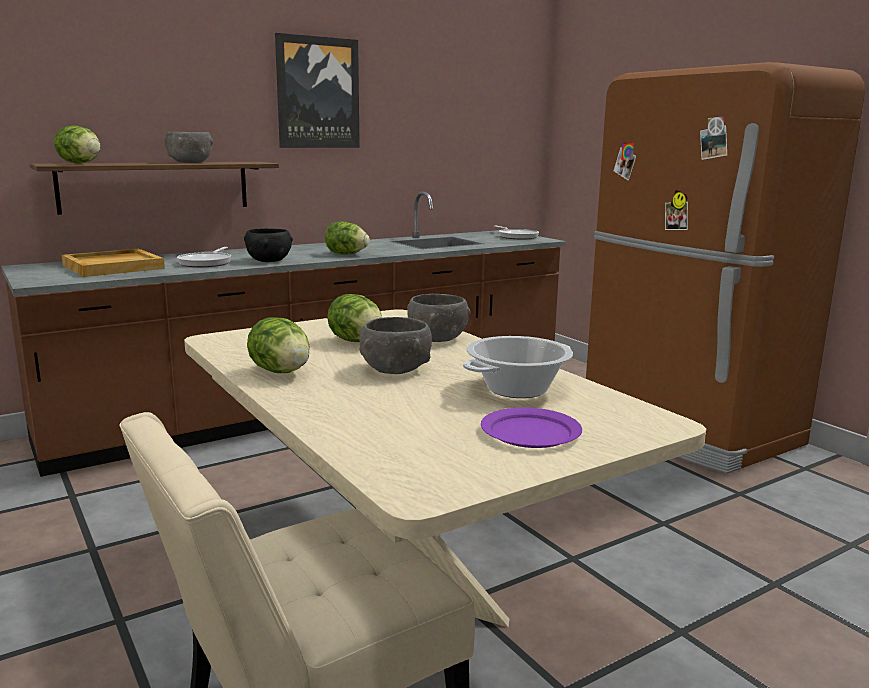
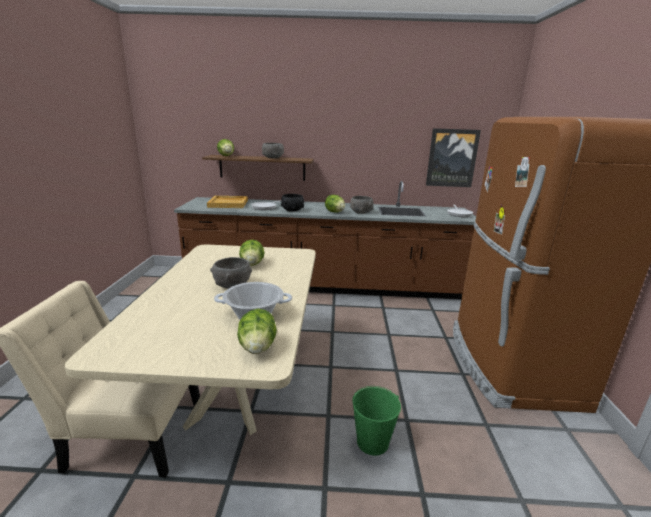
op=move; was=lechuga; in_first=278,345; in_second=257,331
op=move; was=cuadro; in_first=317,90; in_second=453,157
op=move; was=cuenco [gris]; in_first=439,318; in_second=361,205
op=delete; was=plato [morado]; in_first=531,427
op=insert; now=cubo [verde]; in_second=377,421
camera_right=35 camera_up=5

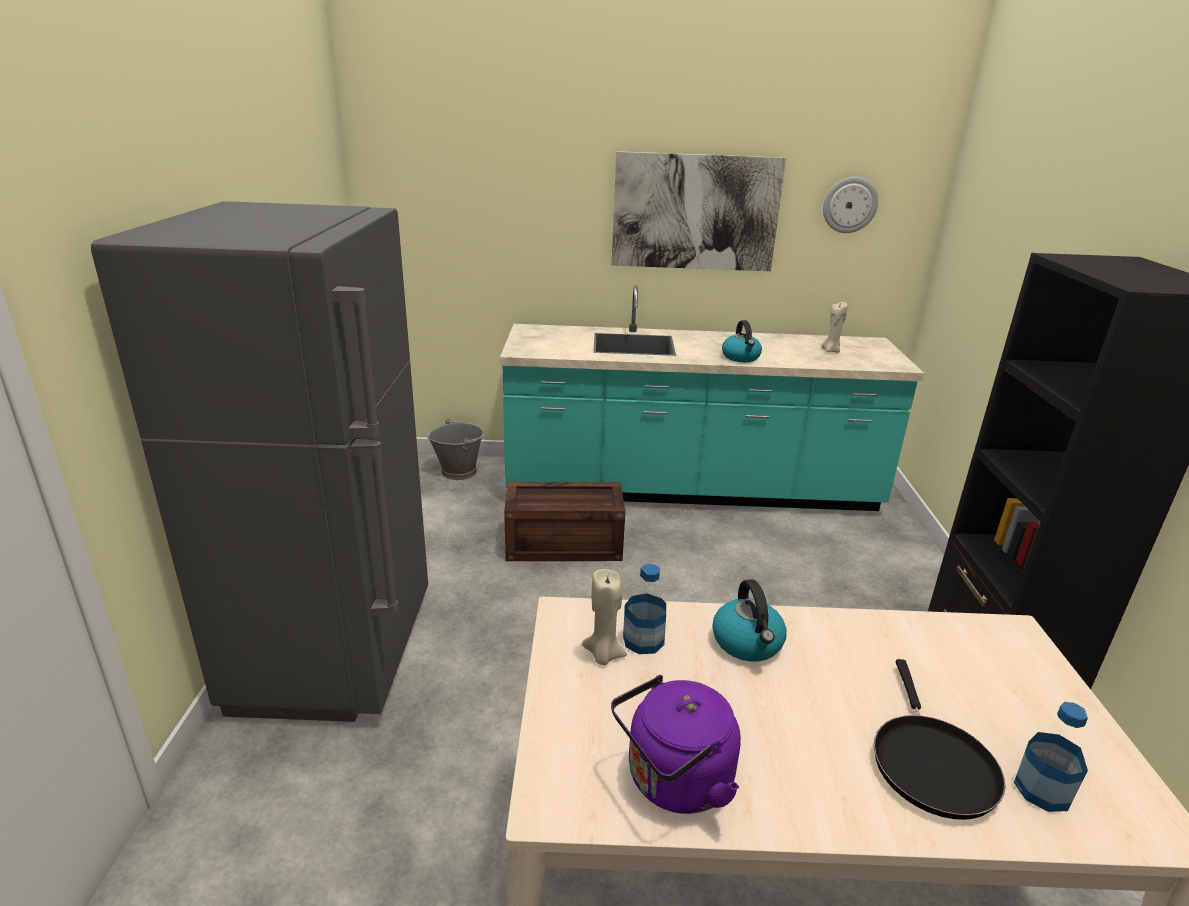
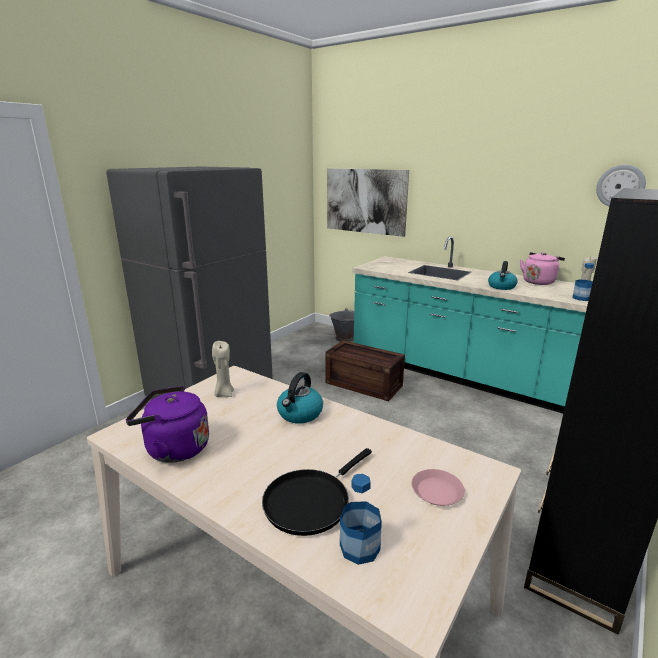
op=move; was=cuadro; in_first=699,211; in_second=368,202
op=move; was=botella; in_first=644,609; in_second=583,282
op=insert; now=plato [rosa]; in_second=438,487
op=insert; now=hervidor [rosa]; in_second=542,268
camera_right=35 camera_up=-5

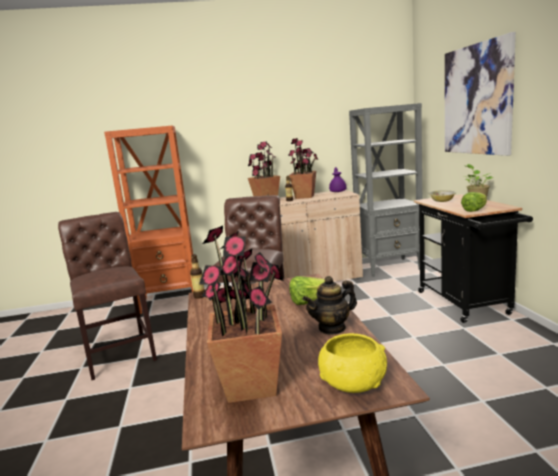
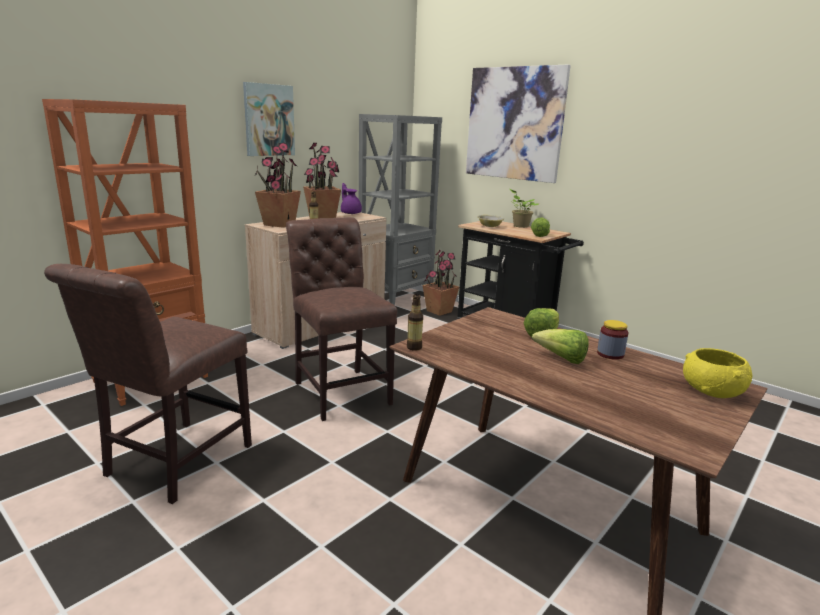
op=rotate; was=silla [marrón]; in_first=107,296; in_second=148,384; clockwise=-90
op=move; was=planta en maceta; in_first=241,314; in_second=440,283
op=replace; was=tetera; now=tarro; in_first=330,305; in_second=612,340
op=insert; now=cuadro; in_second=269,119
op=insert; now=lechuga; in_second=560,346
camera_right=-40 camera_up=5

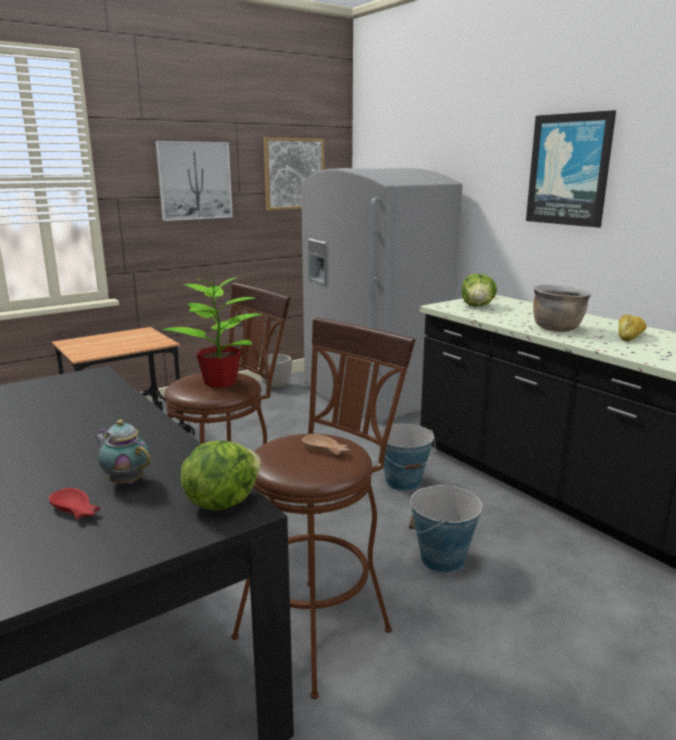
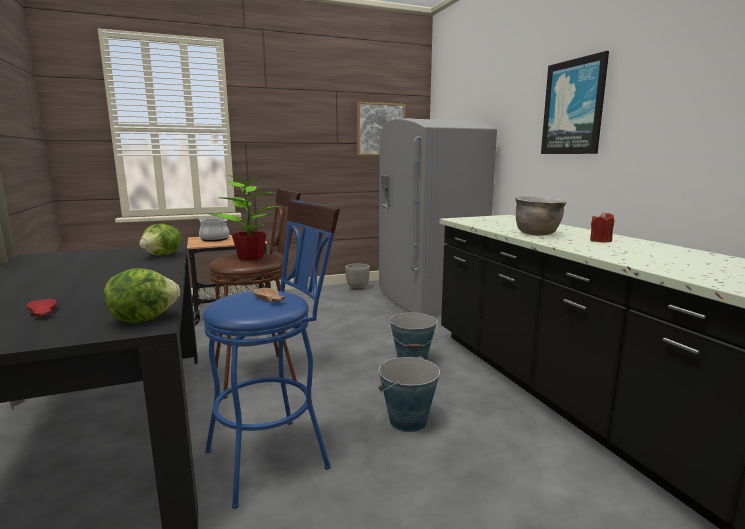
op=delete; was=tetera; in_first=122,452
op=delete; was=cuadro; in_first=194,181
op=recolor; was=taburete [marrón]; now=taburete [azul]; in_first=323,508; in_second=271,354
op=move; was=lechuga; in_first=479,290; in_second=160,240
op=replace; was=pan; now=vela [rojo]; in_first=632,328; in_second=602,227
op=insert; now=olla; in_second=213,230
camera_right=15 camera_up=-5

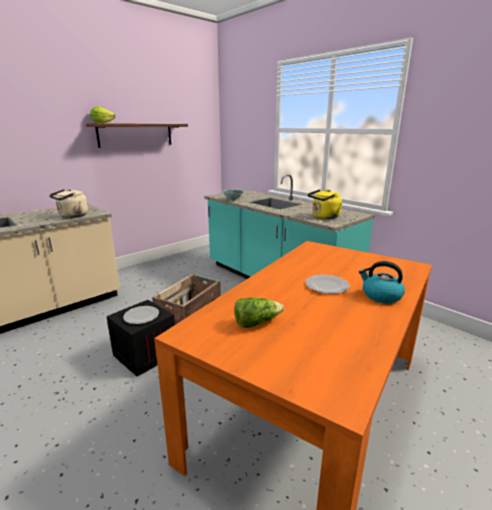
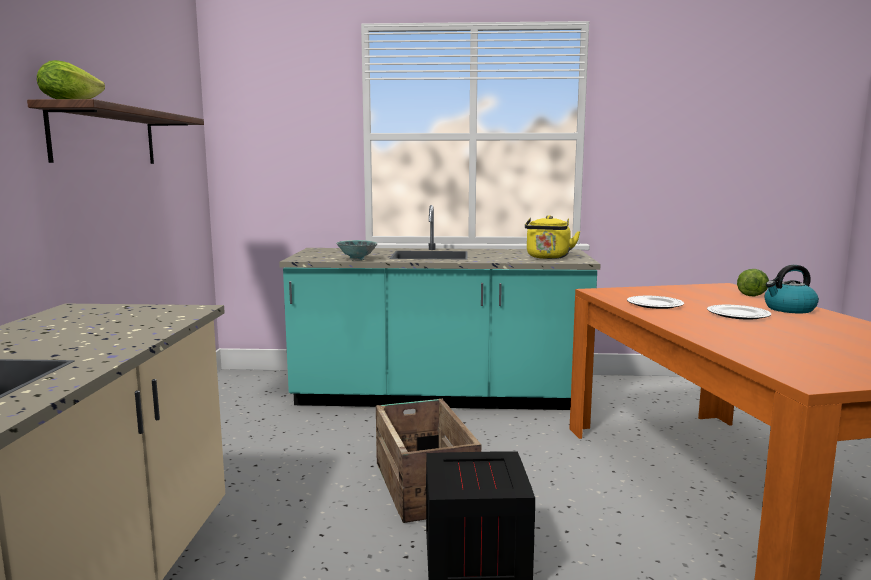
op=delete; was=hervidor [beis]; in_first=68,203
op=move; was=plato; in_first=141,315; in_second=655,302
op=move; was=lechuga; in_first=259,312; in_second=753,282
camera_right=-45 camera_up=-10

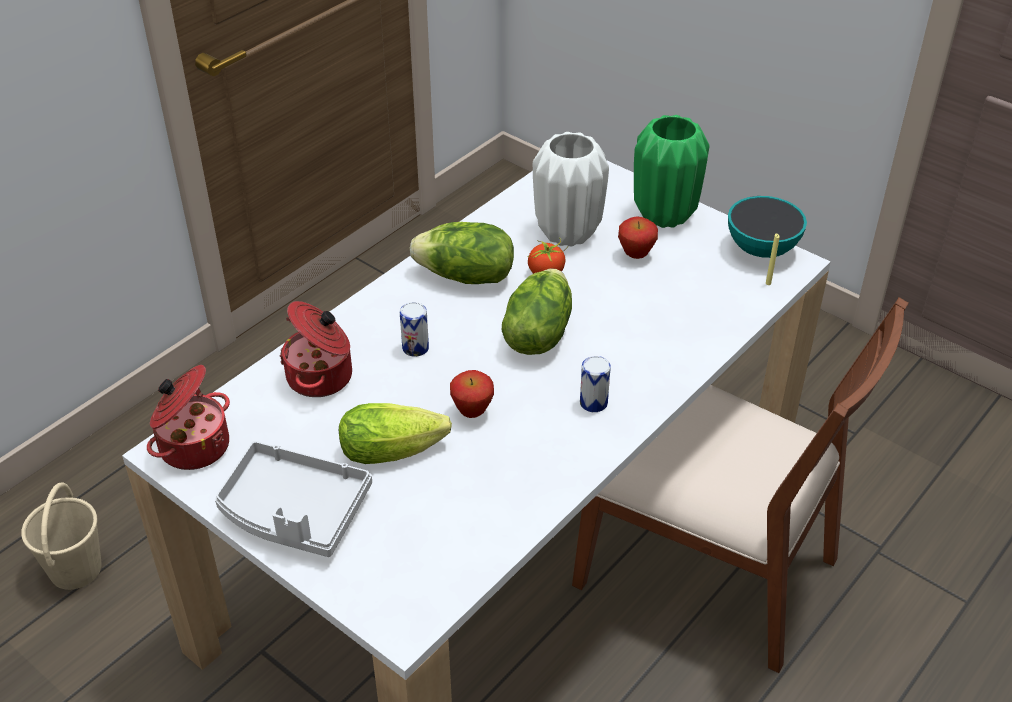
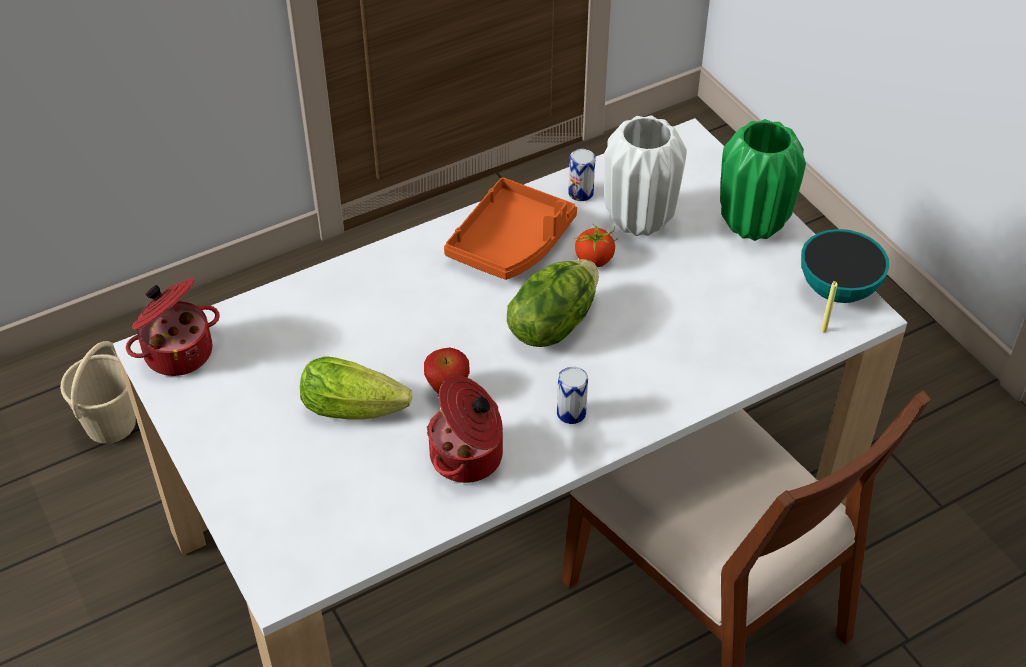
op=delete; was=bandeja [gris]; in_first=293,499
op=move; was=olla; in_first=316,349; in_second=465,429
op=move; was=lata; in_first=414,329; in_second=581,175
op=replace; was=lechuga; now=bandeja [naranja]; in_first=462,253; in_second=510,228
op=delete; was=manzana; in_first=638,237
camera_right=20 camera_up=5

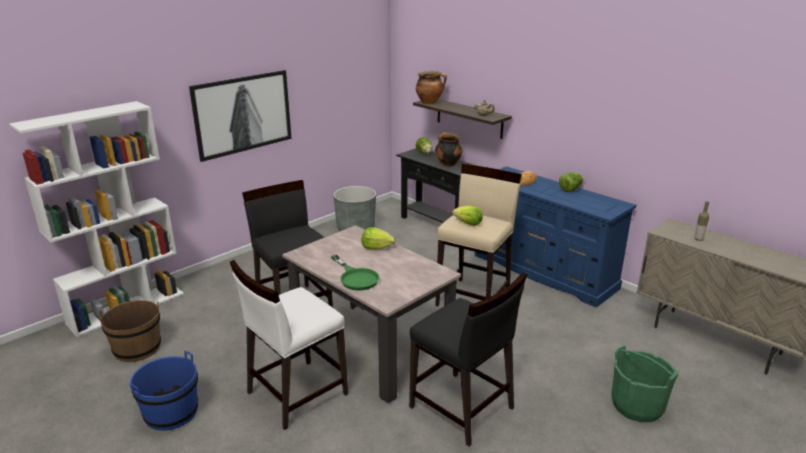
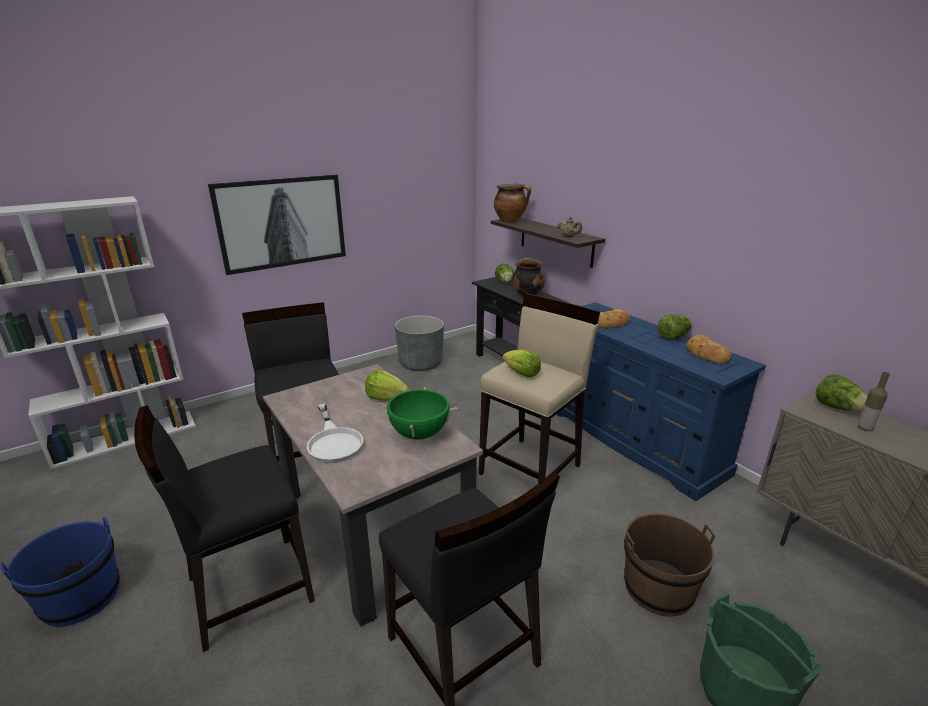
op=move; was=cubo [marrón]; in_first=129,331; in_second=669,565
op=recolor; was=silla [blanco]; now=silla [negro]; in_first=289,345; in_second=224,528
op=recolor; was=sartén [verde]; now=sartén [blanco]; in_first=355,273; in_second=335,433
op=insert; now=olla [verde]; in_second=418,413
op=insert; now=pan; in_second=709,349
op=insert; now=lechuga; in_second=841,393
camera_right=10 camera_up=0

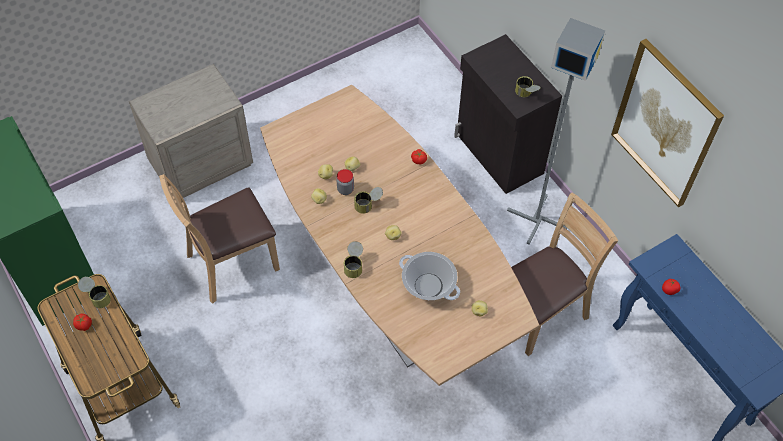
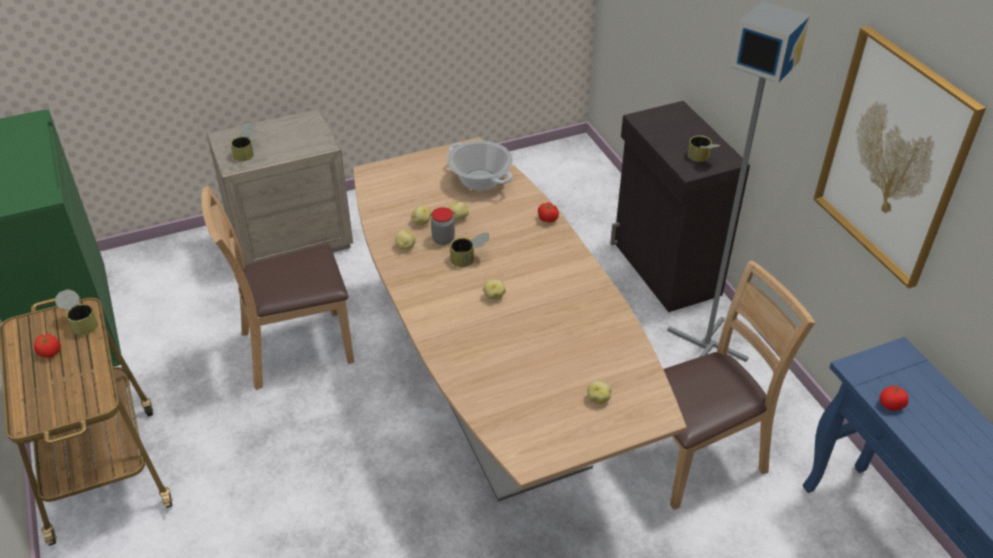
op=move; was=lata; in_first=353,259; in_second=243,141
op=move; was=olla; in_first=429,276; in_second=480,165
camera_right=10 camera_up=-15

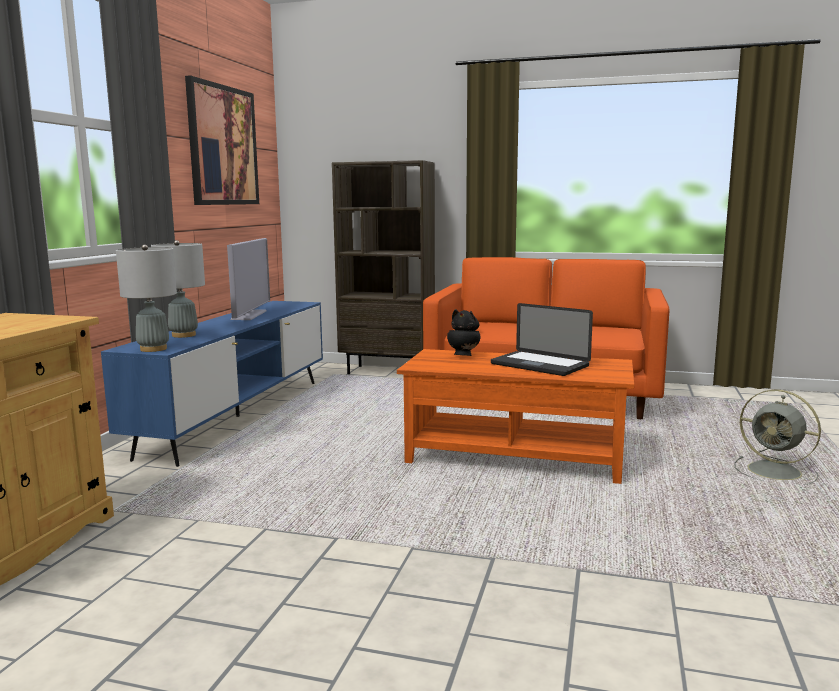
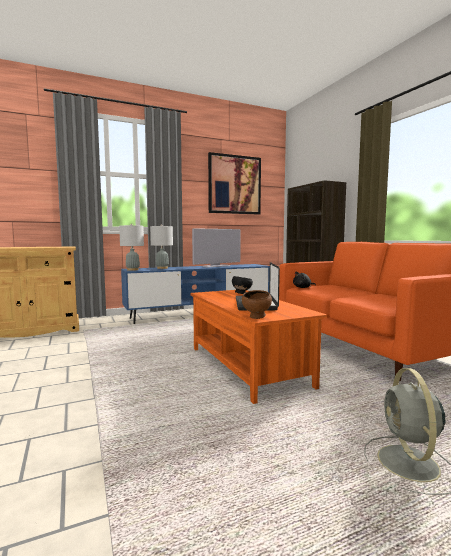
op=insert; now=cuenco [marrón]; in_second=257,304
camera_right=50 camera_up=-5

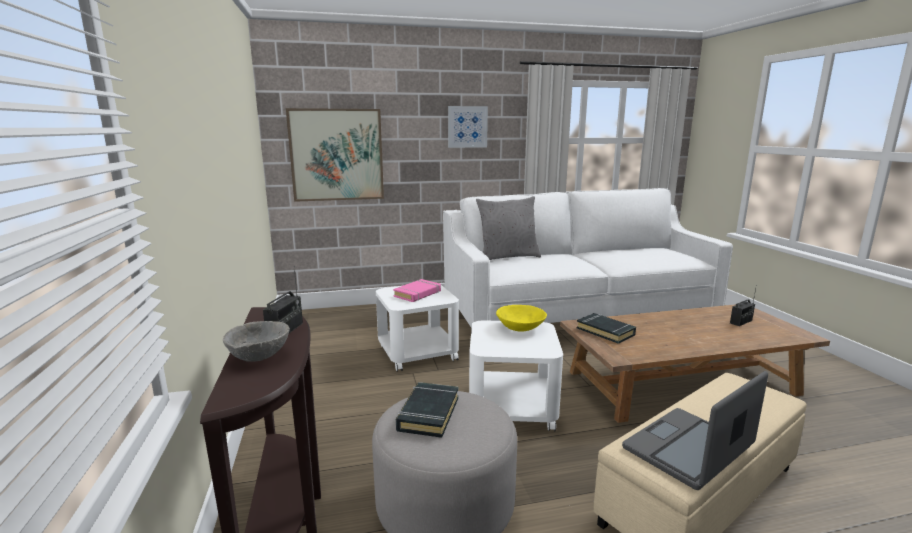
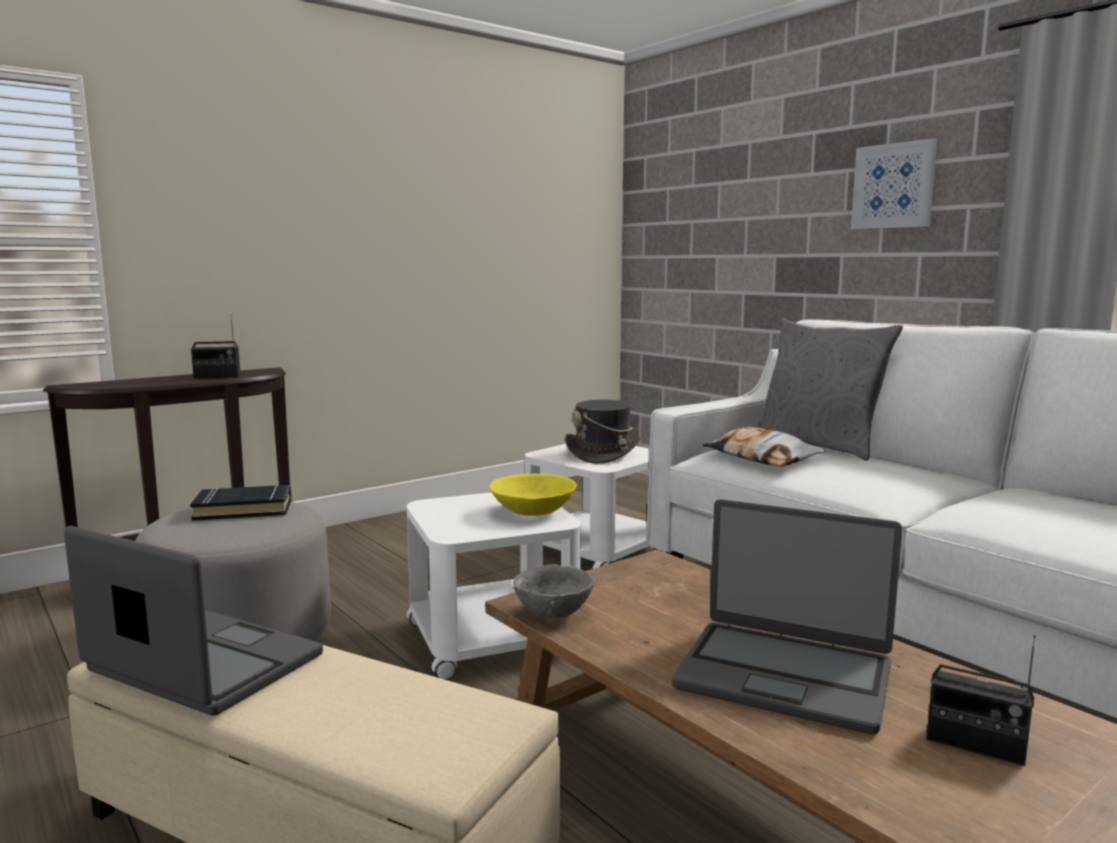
op=move; was=cuenco [gris]; in_first=256,341; in_second=554,591
op=delete; was=cuadro; in_first=335,155
op=replace; was=libro [rosa]; now=sombrero [gris]; in_first=417,290; in_second=602,432
op=delete; was=libro [negro]; in_first=606,328
op=insert; now=portátil; in_second=787,616
op=insert; now=cojín; in_second=763,446
camera_right=65 camera_up=-5

